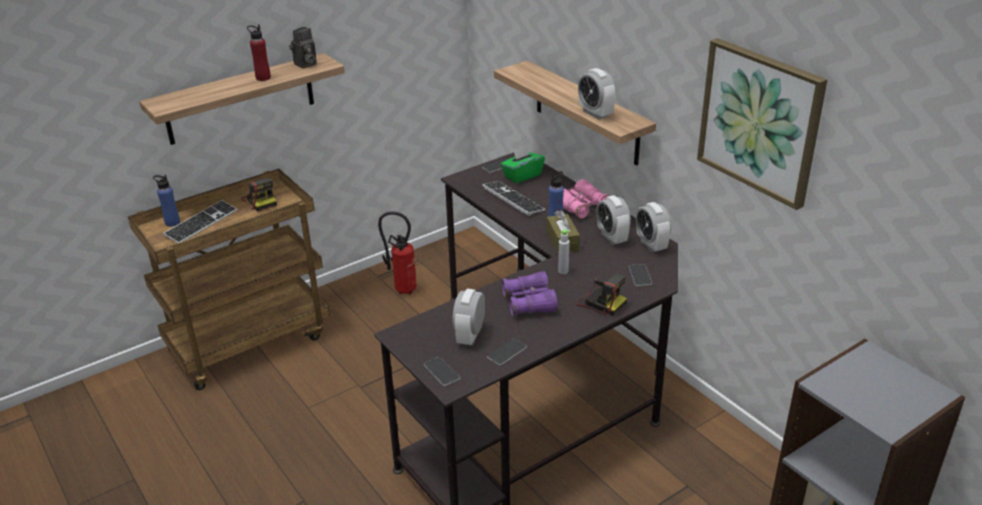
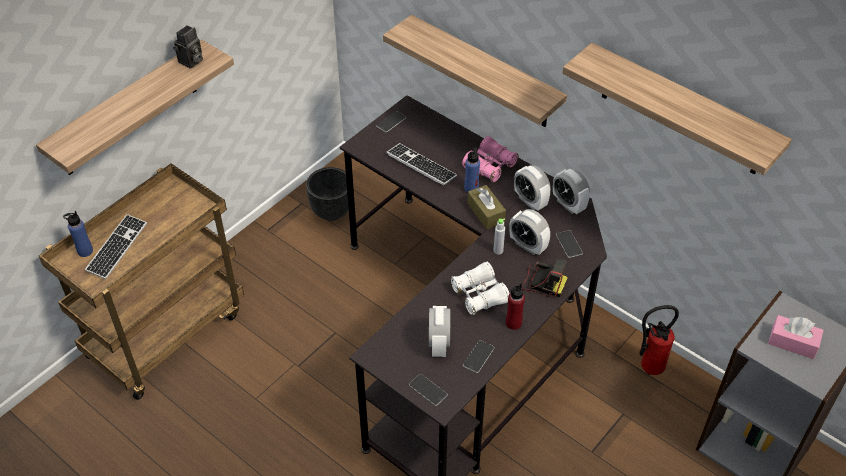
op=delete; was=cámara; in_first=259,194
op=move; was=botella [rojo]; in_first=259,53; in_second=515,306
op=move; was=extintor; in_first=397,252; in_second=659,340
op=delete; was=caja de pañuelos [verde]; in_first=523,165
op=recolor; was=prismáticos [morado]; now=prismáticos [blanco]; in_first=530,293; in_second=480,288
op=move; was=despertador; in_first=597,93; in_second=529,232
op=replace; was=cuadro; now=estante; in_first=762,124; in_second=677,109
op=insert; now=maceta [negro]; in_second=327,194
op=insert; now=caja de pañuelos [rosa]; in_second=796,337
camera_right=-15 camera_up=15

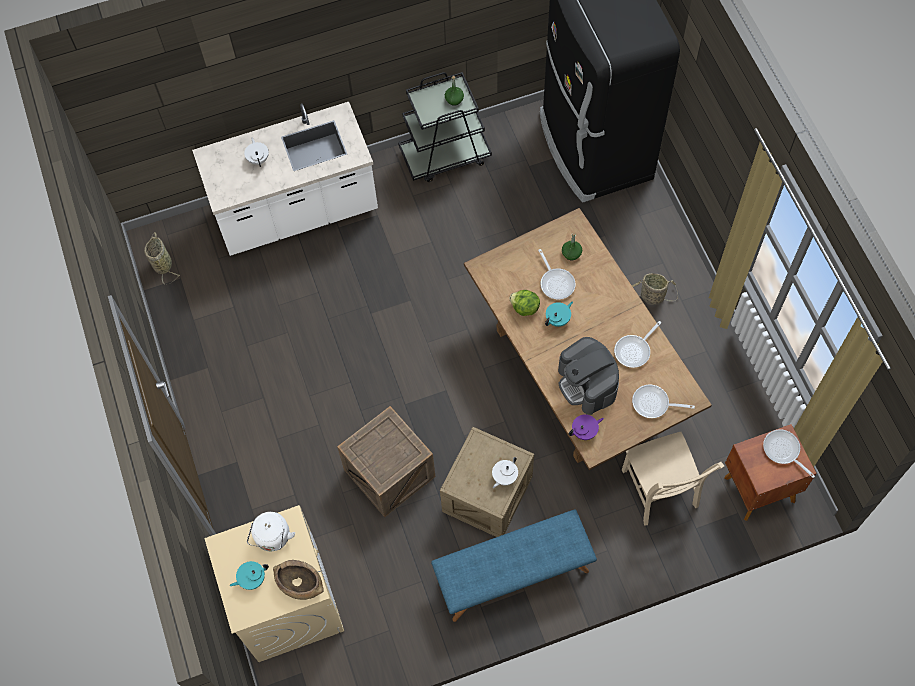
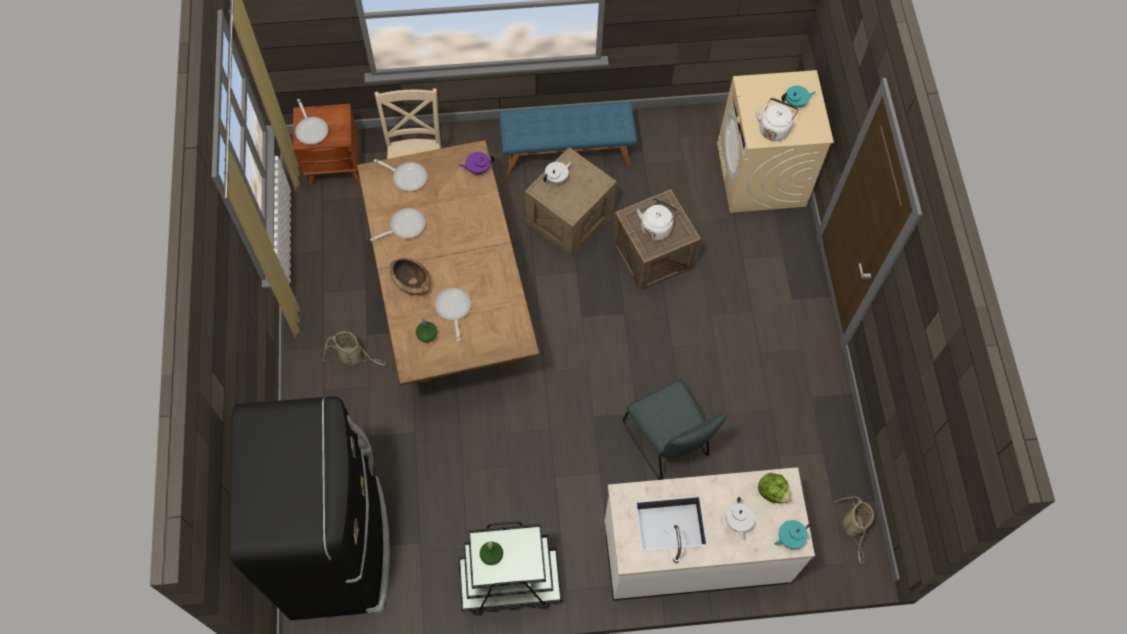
op=move; was=cuenco [marrón]; in_first=298,580; in_second=410,276
op=move; was=lechuga; in_first=524,303; in_second=774,488
op=move; was=tetera [turquesa]; in_first=559,314; in_second=792,534
op=delete; was=cafetera; in_first=588,376
op=insert; now=silla [gris]; in_second=675,429
op=insert; now=hervidor [blanco]; in_second=658,219
camera_right=-170 camera_up=0

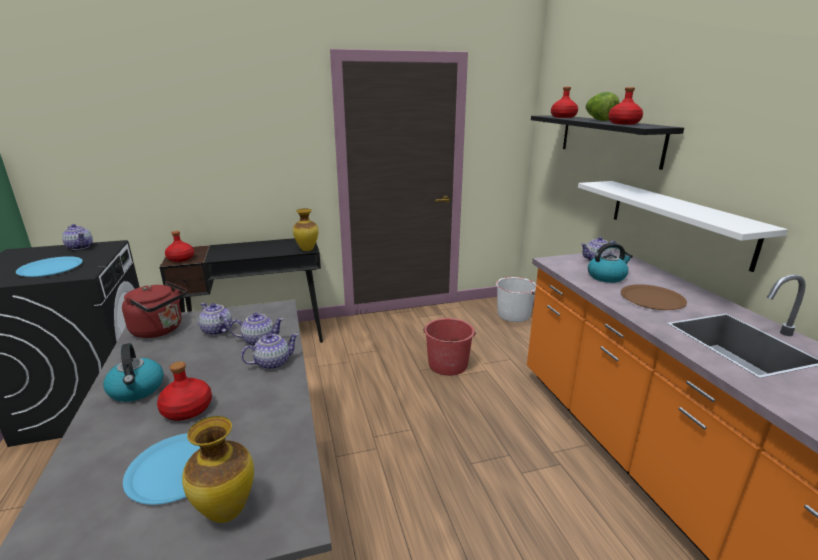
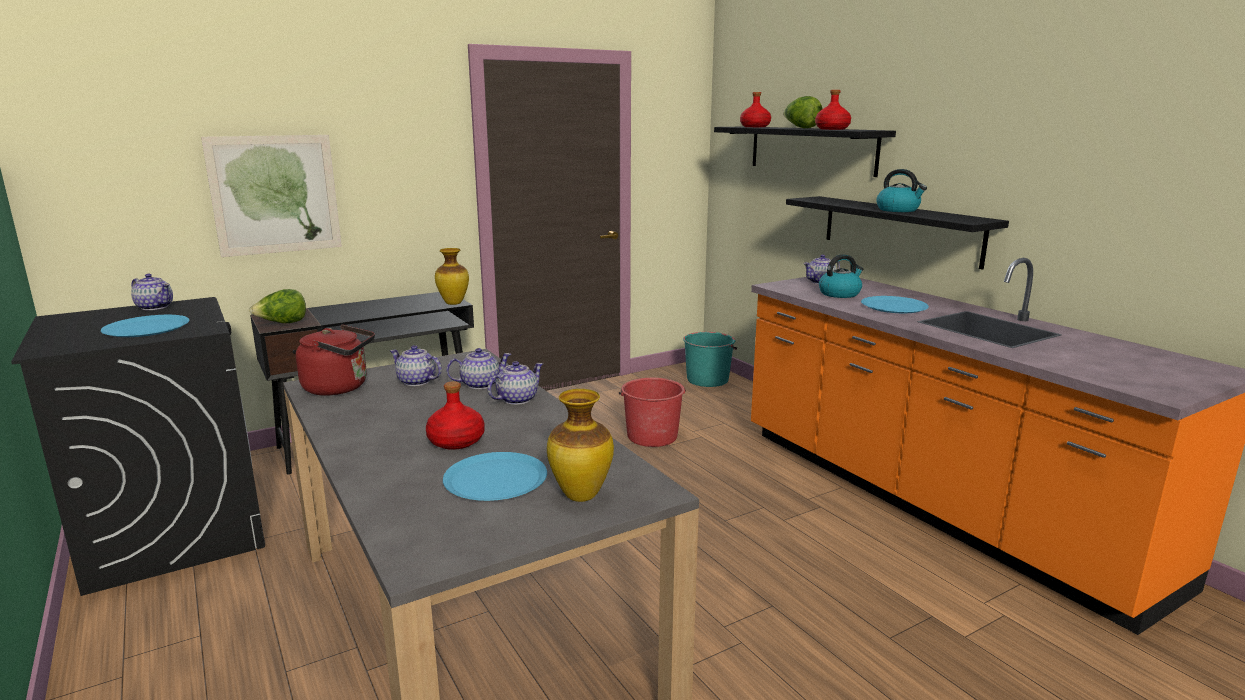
op=move; was=hervidor; in_first=133,372; in_second=901,190
op=replace; was=botella [rojo]; now=lechuga; in_first=179,246; in_second=277,306
op=recolor; was=cubo [blanco]; now=cubo [turquesa]; in_first=516,299; in_second=710,359
op=recolor; was=estante [blanco]; now=estante [negro]; in_first=683,226; in_second=897,233
op=recolor; was=plato [marrón]; now=plato [azul]; in_first=654,297; in_second=895,304
op=insert; now=cuadro; in_second=271,196
camera_right=-15 camera_up=-5

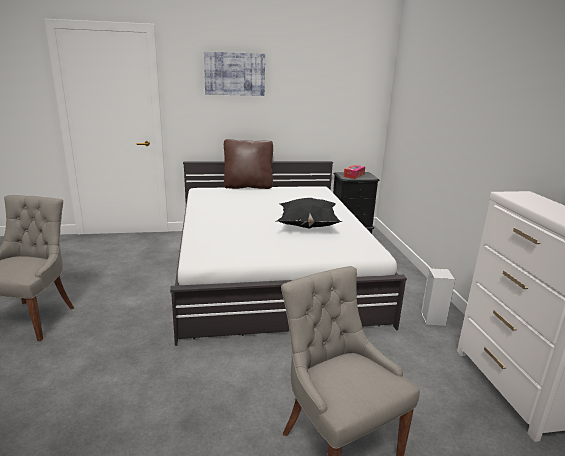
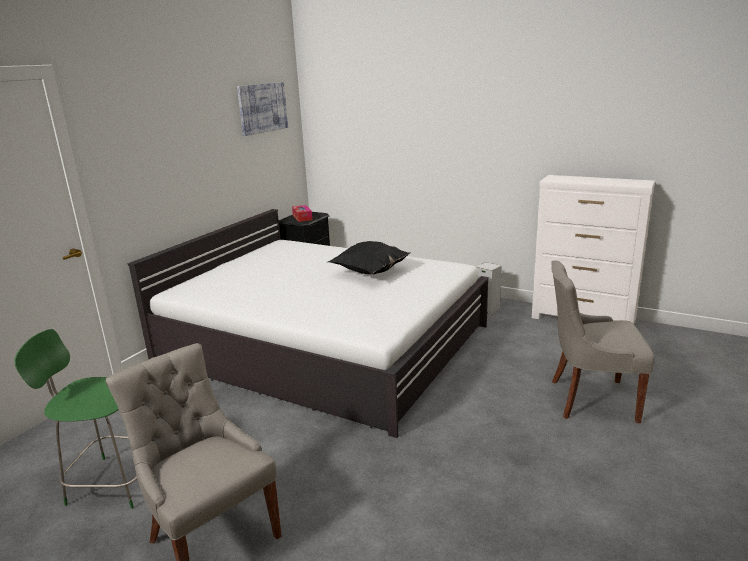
op=move; was=cuadro; in_first=234,73; in_second=262,109
op=delete; was=cojín [marrón]; in_first=248,164
op=insert; now=silla [verde]; in_second=76,419
camera_right=-50 camera_up=0

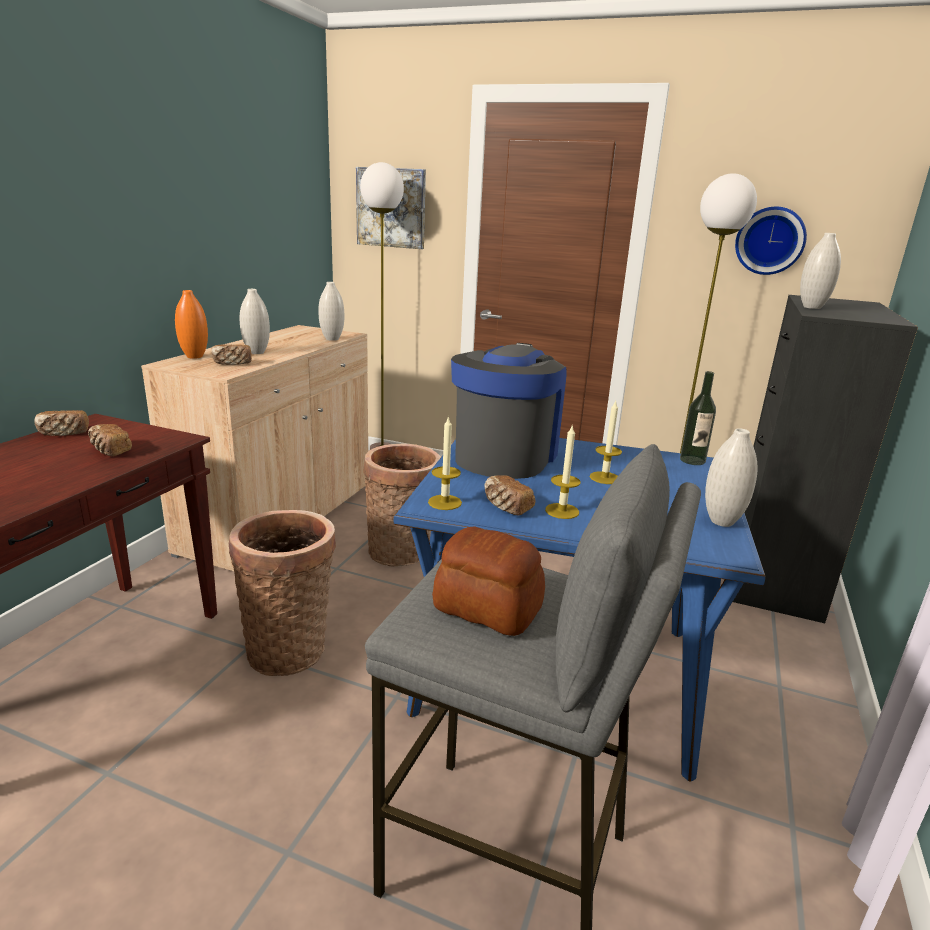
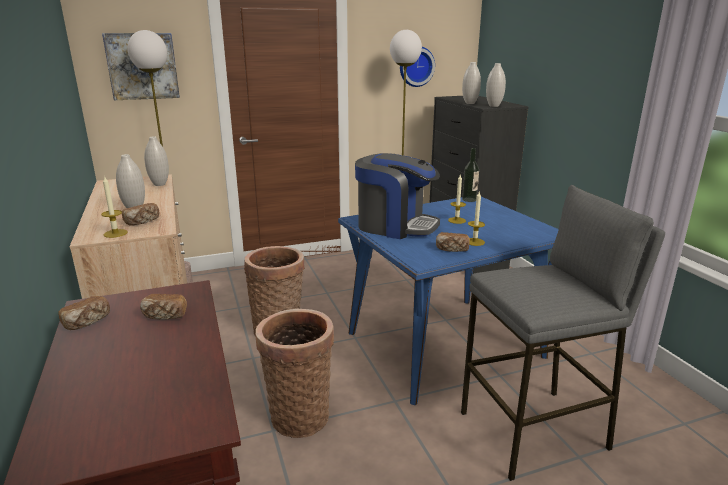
op=delete; was=florero [naranja]; in_first=191,324
op=move; was=vela; in_first=445,463; in_second=114,207
op=delete; was=pan; in_first=488,581
op=rotate; was=cafetera; in_first=509,411; in_second=397,196; clockwise=135
op=move; was=florero [blanco]; in_first=731,477; in_second=496,85
camera_right=-40 camera_up=0

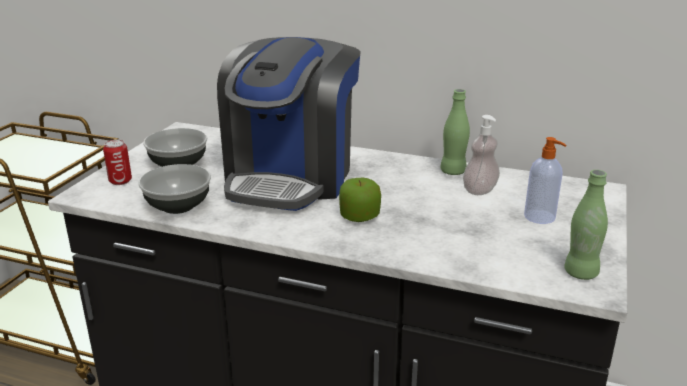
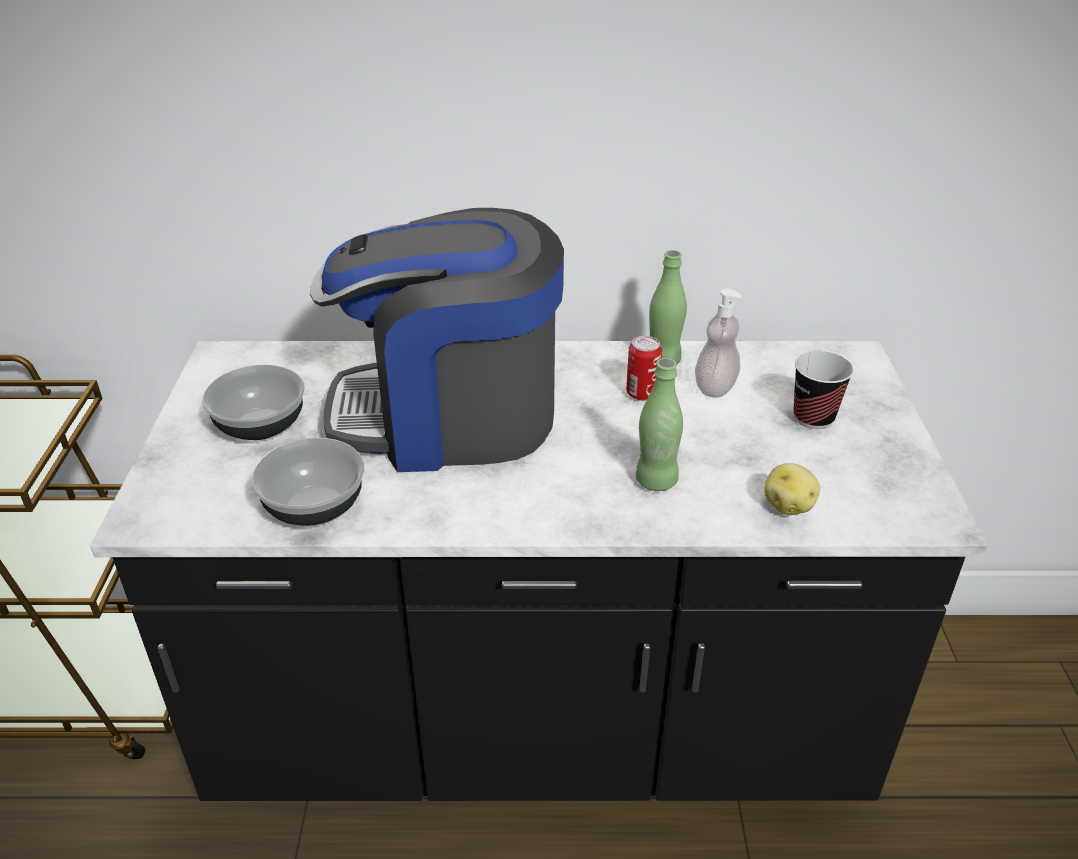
op=move; was=lata; in_first=117,162; in_second=644,368
op=rotate; was=cafetera; in_first=289,124; in_second=437,340; clockwise=90
op=delete; was=manzana; in_first=360,200
op=replace; was=dispensador de jabón; now=taza; in_first=545,180; in_second=823,390
op=move; was=botella [verde]; in_first=586,225; in_second=659,424
op=insert; now=patata; in_second=792,489
camera_right=-20 camera_up=10

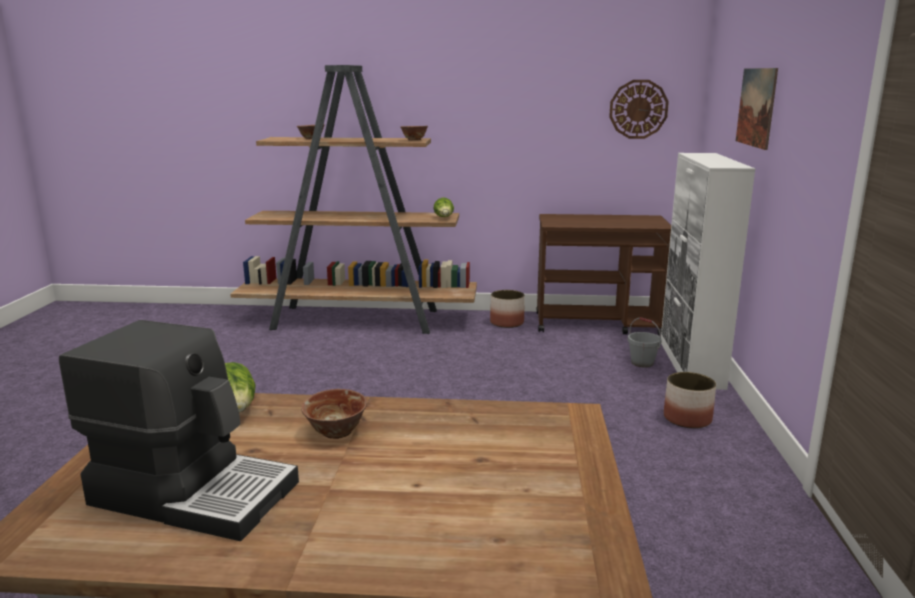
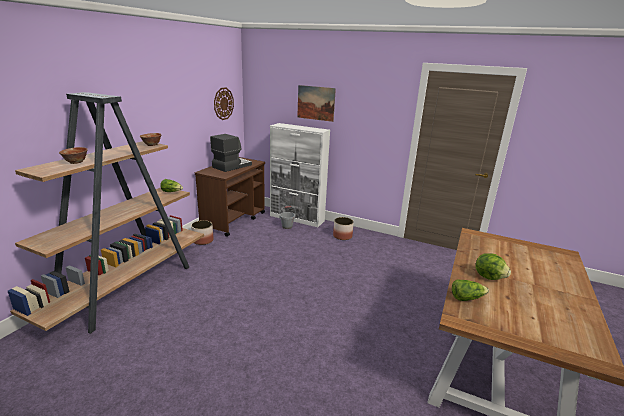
op=move; was=cafetera; in_first=179,430; in_second=231,153
op=replace; was=cuenco; now=lechuga; in_first=334,414; in_second=493,266
camera_right=-70 camera_up=5

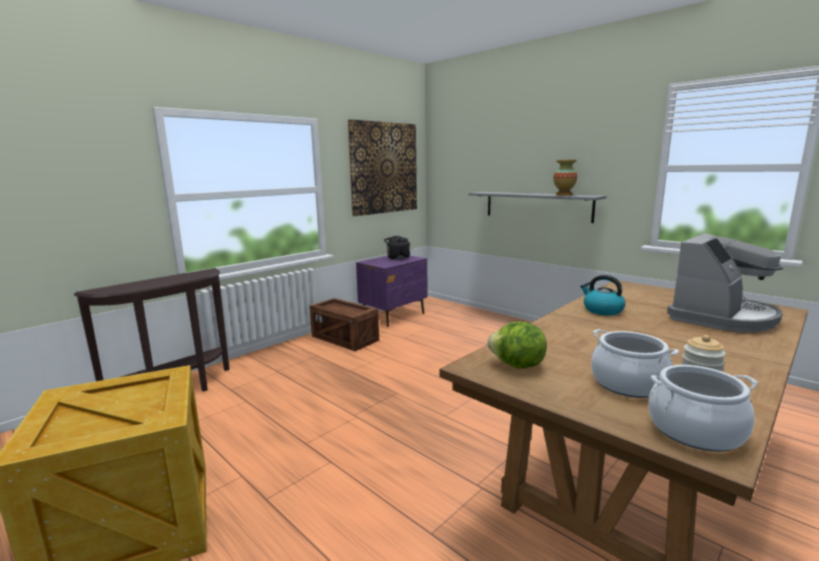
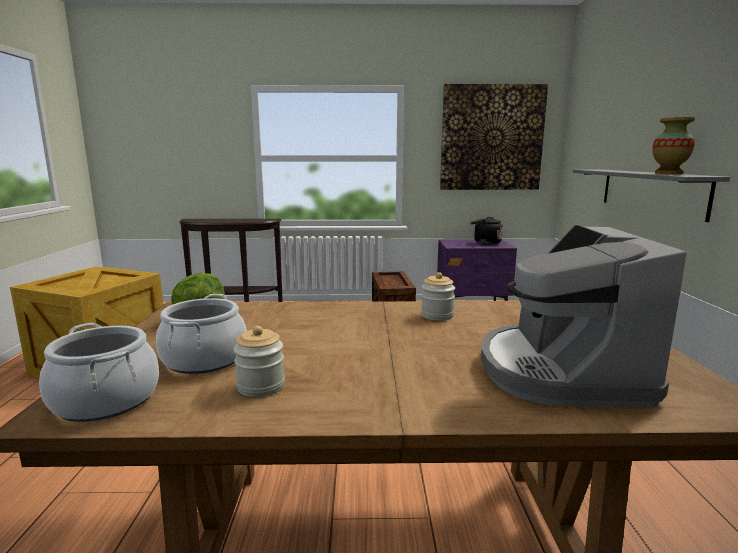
op=replace; was=hervidor; now=tarro; in_first=602,295; in_second=438,296
op=rotate; was=cafetera; in_first=725,283; in_second=584,316; clockwise=90
camera_right=45 camera_up=0

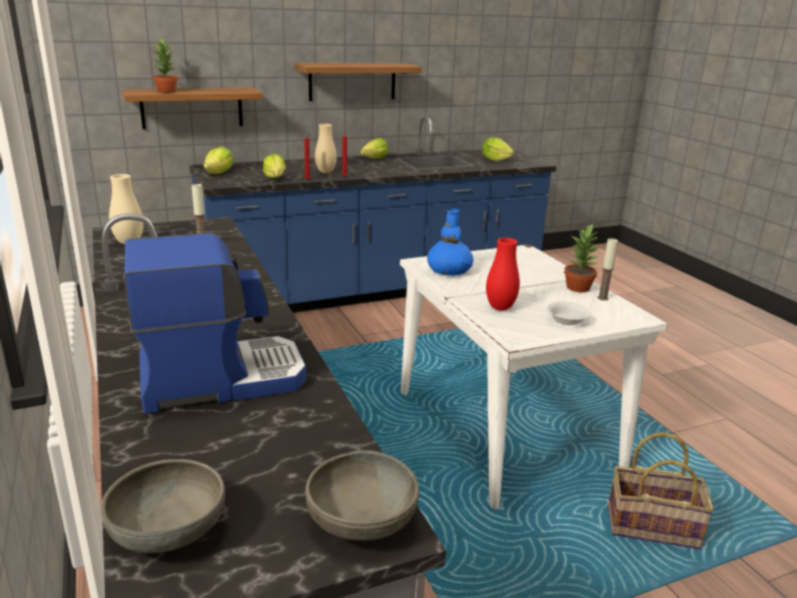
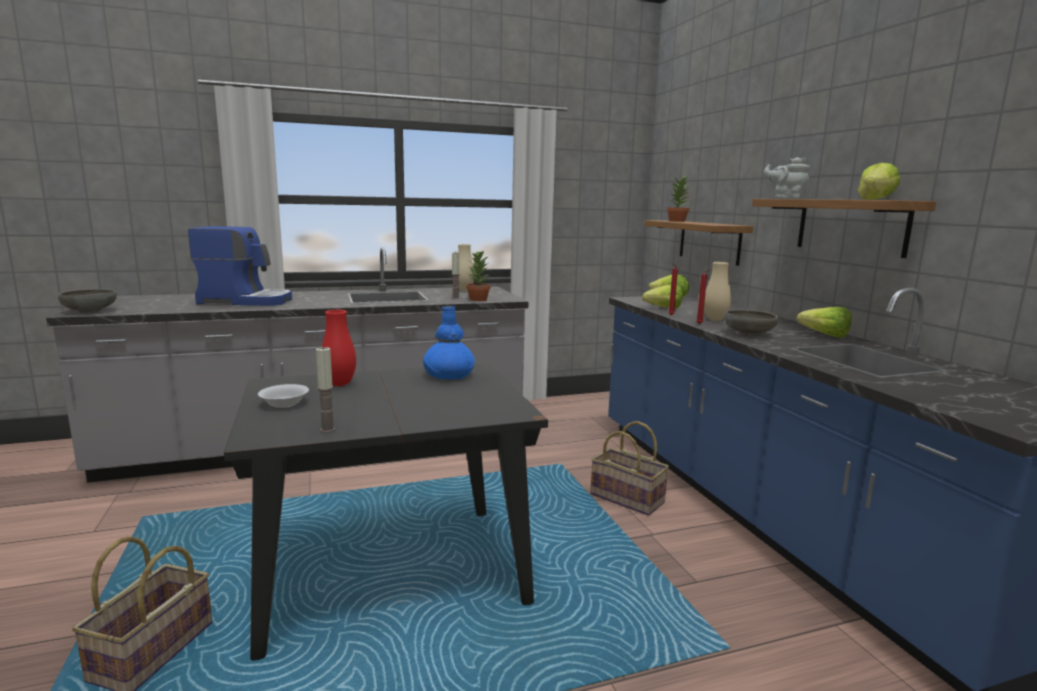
op=move; was=cuenco [gris]; in_first=163,506; in_second=751,323
op=rotate; was=cafetera; in_first=215,323; in_second=240,266; clockwise=-75
op=recolor; was=mesa de comedor [blanco]; now=mesa de comedor [negro]; in_first=534,376; in_second=386,511
op=move; was=lechuga; in_first=498,149; in_second=879,181
op=move; was=planta en maceta; in_first=582,258; in_second=478,275
op=insert; now=cesta; in_second=630,468
op=insert; now=tetera [gris]; in_second=787,178
camera_right=95 camera_up=-10

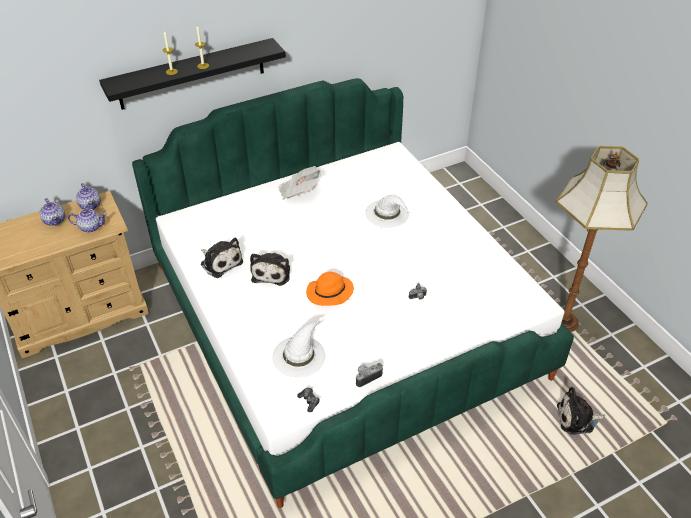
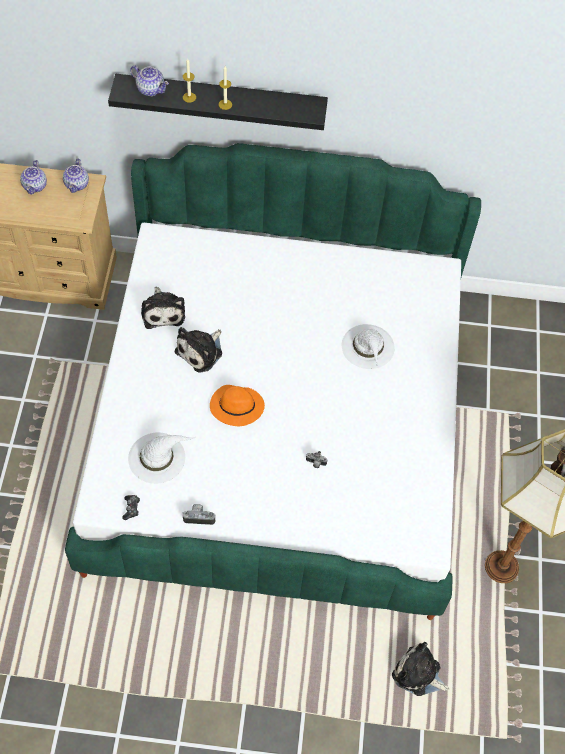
op=move; was=tetera; in_first=87,220; in_second=149,80
op=delete; was=periódico; in_first=299,183
camera_right=30 camera_up=15

